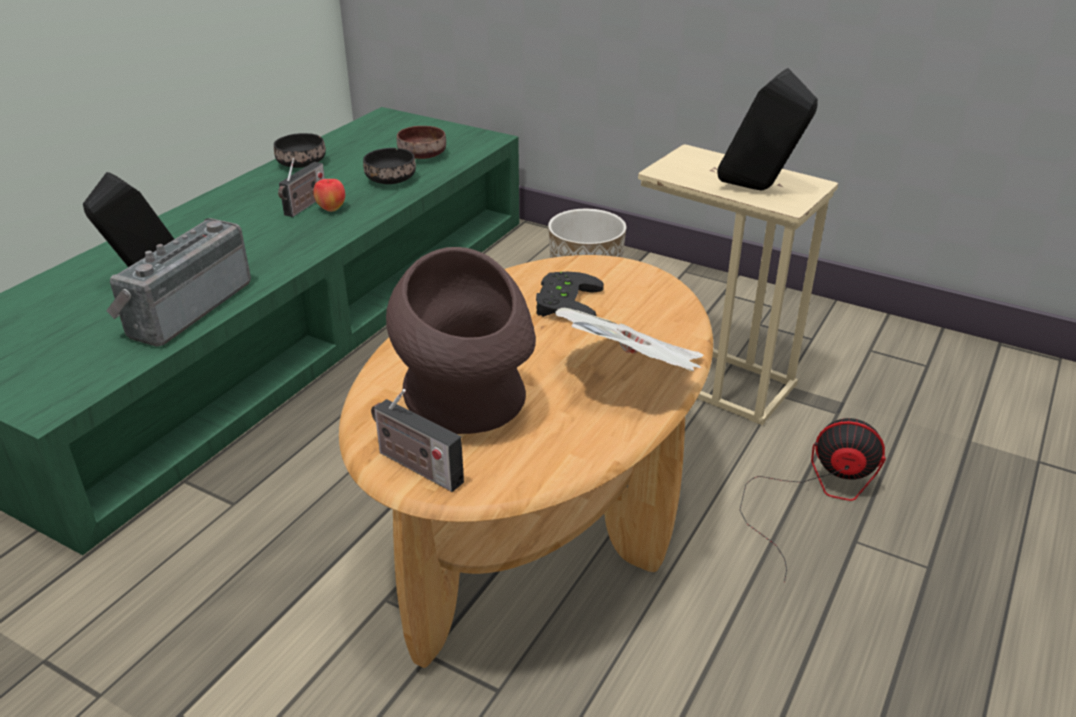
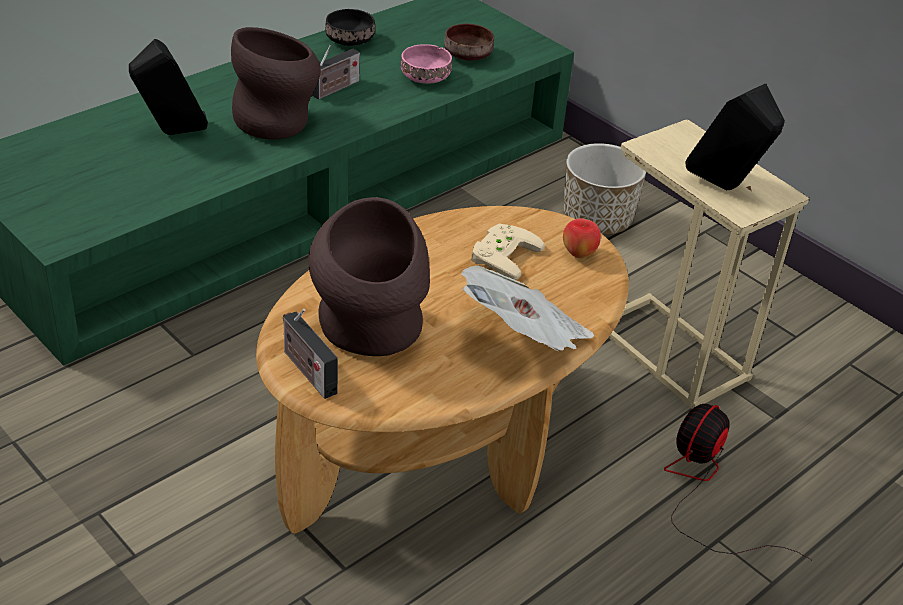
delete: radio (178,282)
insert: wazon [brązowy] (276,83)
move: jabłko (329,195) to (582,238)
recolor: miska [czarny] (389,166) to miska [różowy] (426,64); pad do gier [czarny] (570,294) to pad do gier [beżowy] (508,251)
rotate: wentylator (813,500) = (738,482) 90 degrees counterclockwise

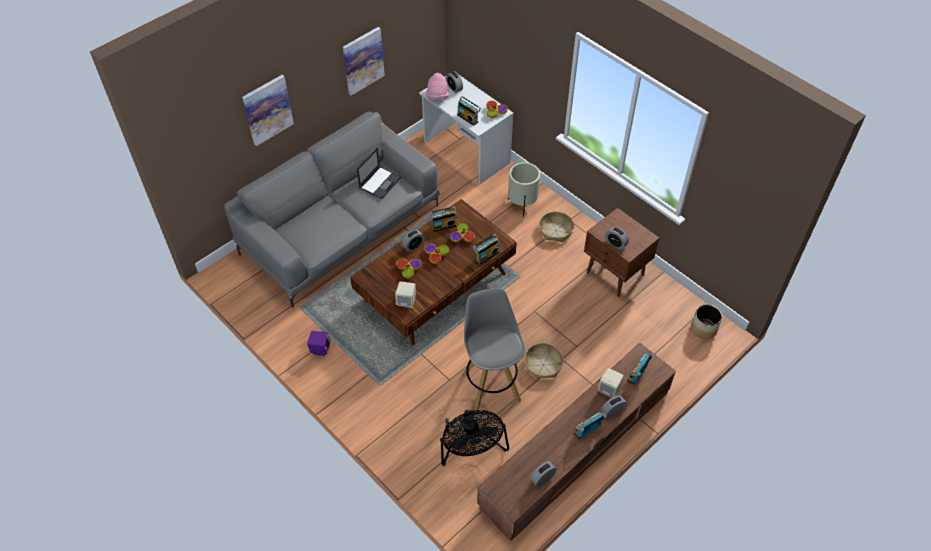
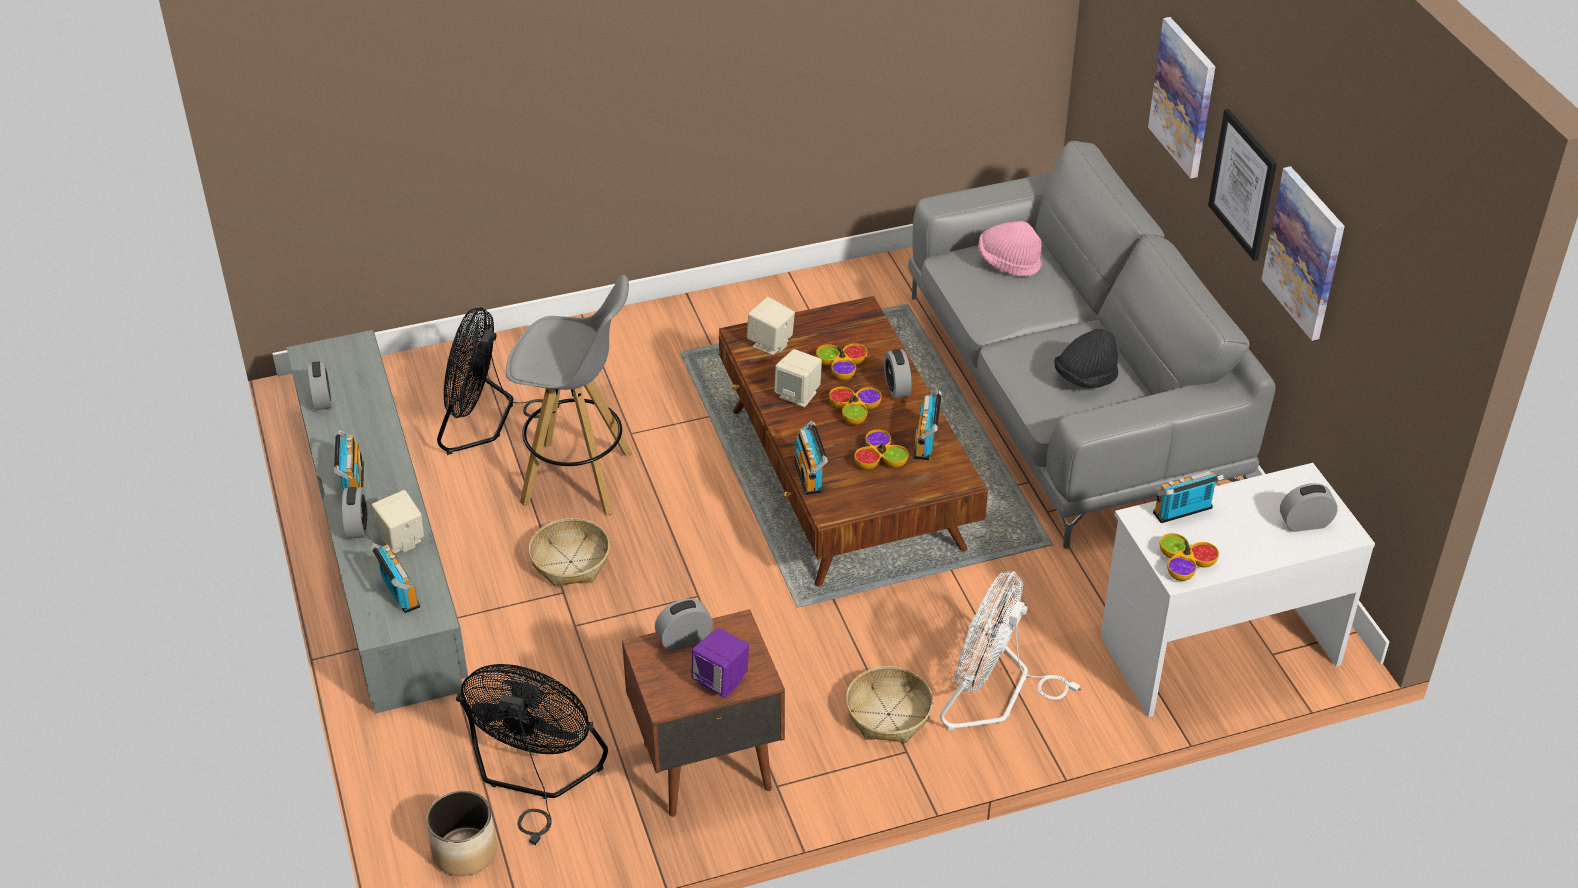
insert: obraz (1242,185); głośnik [beżowy] (798,378); wentylator [czarny] (532,754)
move: kapelusz [różowy] (437,86) to (1010,249); głośnik [fioletowy] (319,343) to (720,663)
replace: laptop (379,173) to kapelusz [czarny] (1086,358); donica [beżowy] (524,189) to wentylator [biały] (1010,651)
recolor: szafka pod telewizor [brązowy] (576,442) to szafka pod telewizor [szary] (377,522)

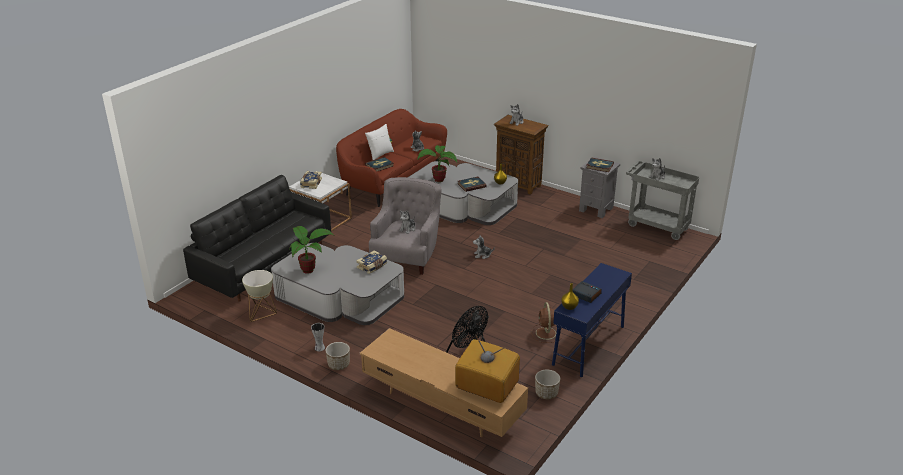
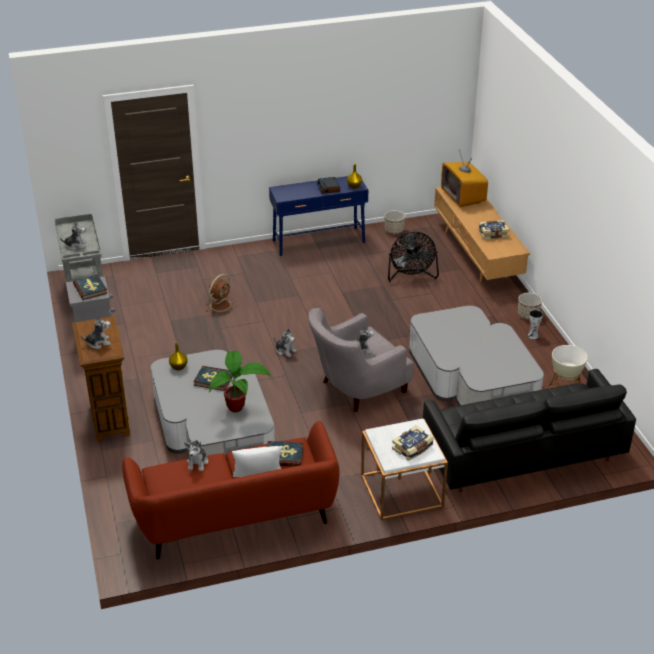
delete: roślina doniczkowa (311,250)
move: książka (371,262) to (494,230); wentylator [brązowy] (546,322) to (221,294)

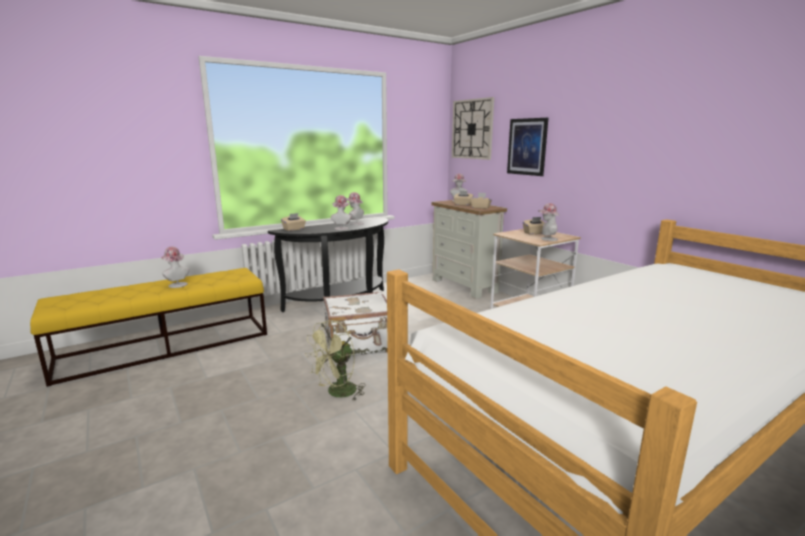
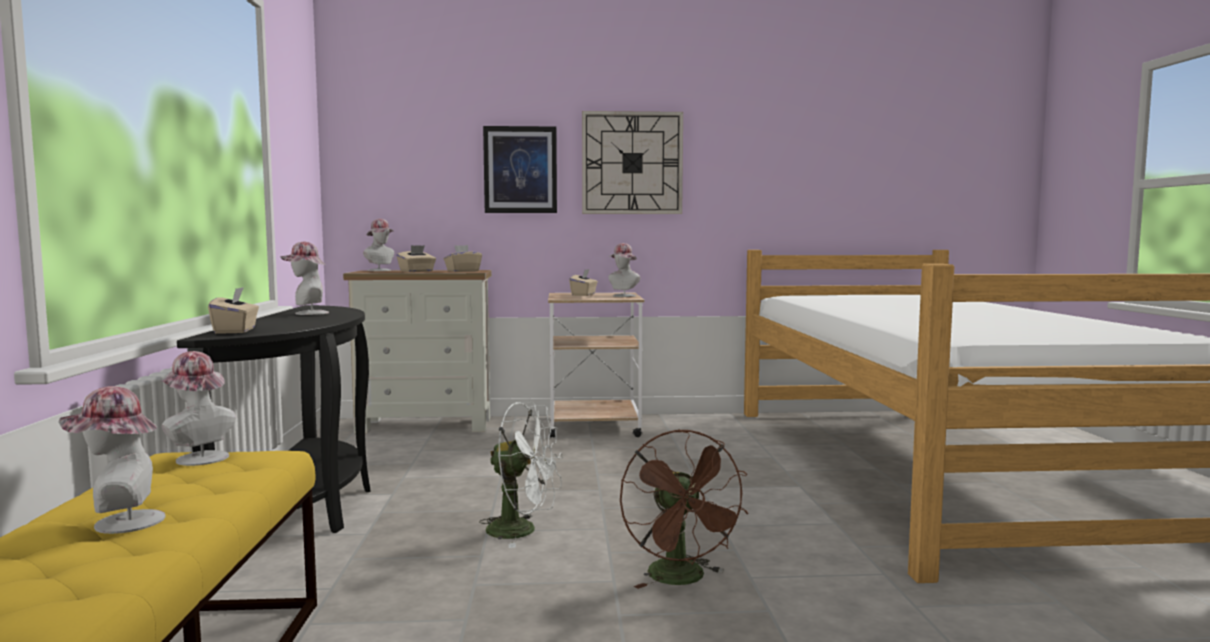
move: zegar ścienny (473,128) to (632,162); kapelusz (341,212) to (198,408)
replace: walizka [biały] (355,323) to wentylator [biały] (521,475)
recolor: wentylator [zielony] (335,360) to wentylator [brązowy] (684,509)

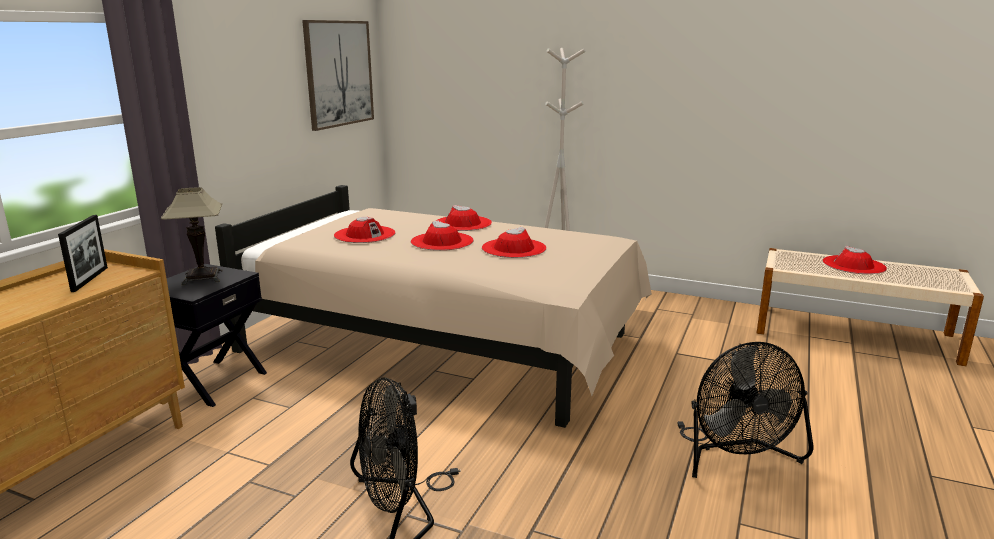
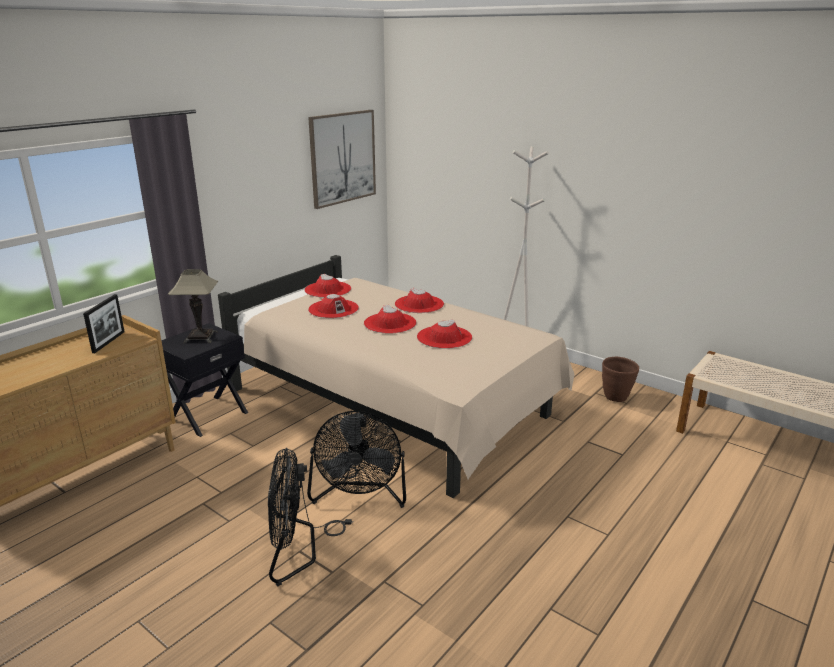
insert: donica [brązowy] (620,379)
move: kapelusz [czerwony] (854,260) to (327,286); wentylator [czarny] (745,410) to (356,459)

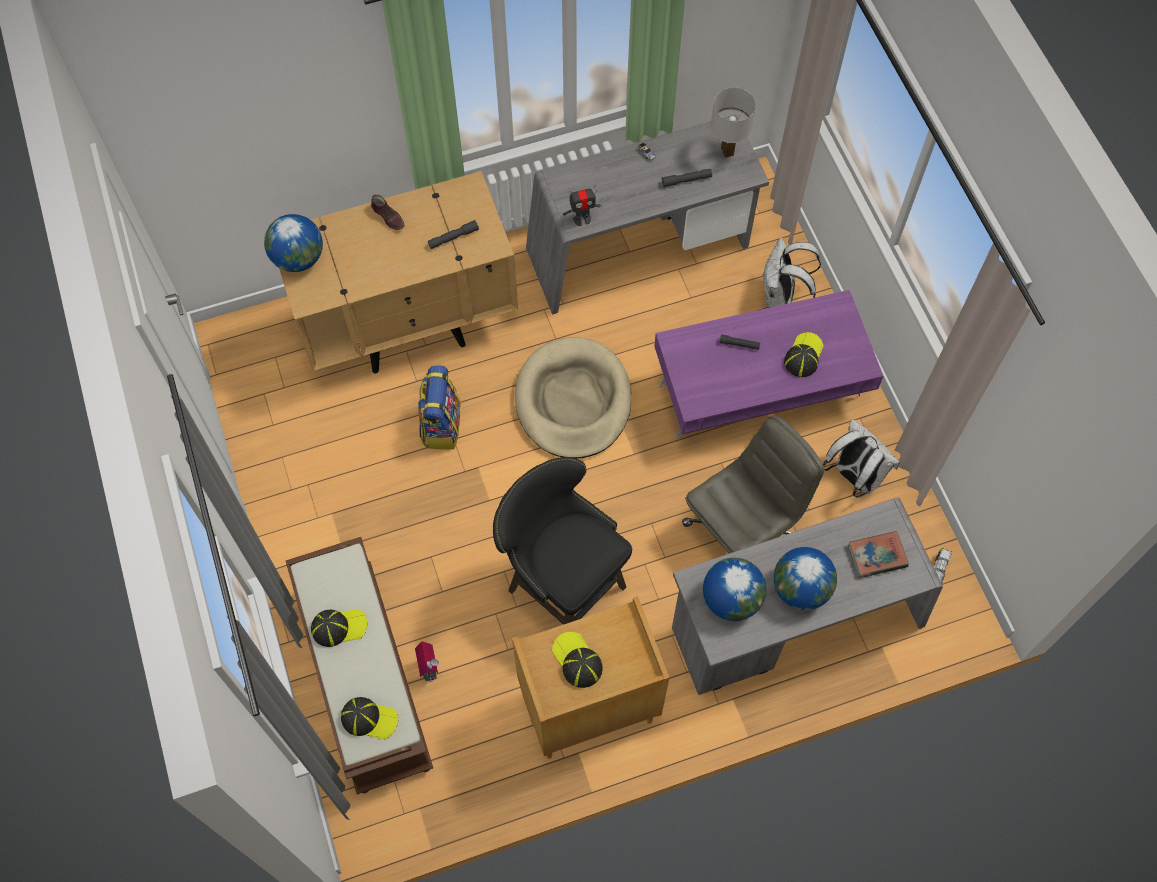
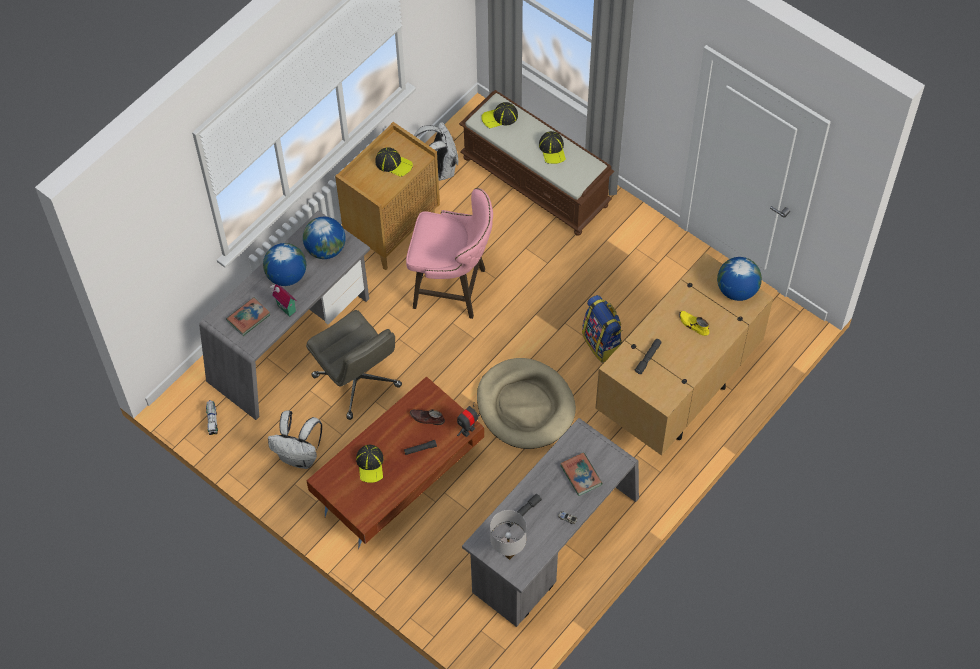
insert: but [żółty] (694,323); książka (581,474)
move: robot zabawkowy (582,206) to (468,419); but [brązowy] (388,212) to (427,417); plecak [biały] (791,272) to (436,151); domek (427,661) to (283,299)
recolor: ława [fioletowy] (768,364) to ława [brązowy] (395,463); stołek [czarny] (562,541) to stołek [różowy] (449,253)
rotate: krzesło biurowe [szary] (753,484) = (354,365) 60 degrees counterclockwise; czapka z daszkiem (339,628) = (552,147) 60 degrees counterclockwise

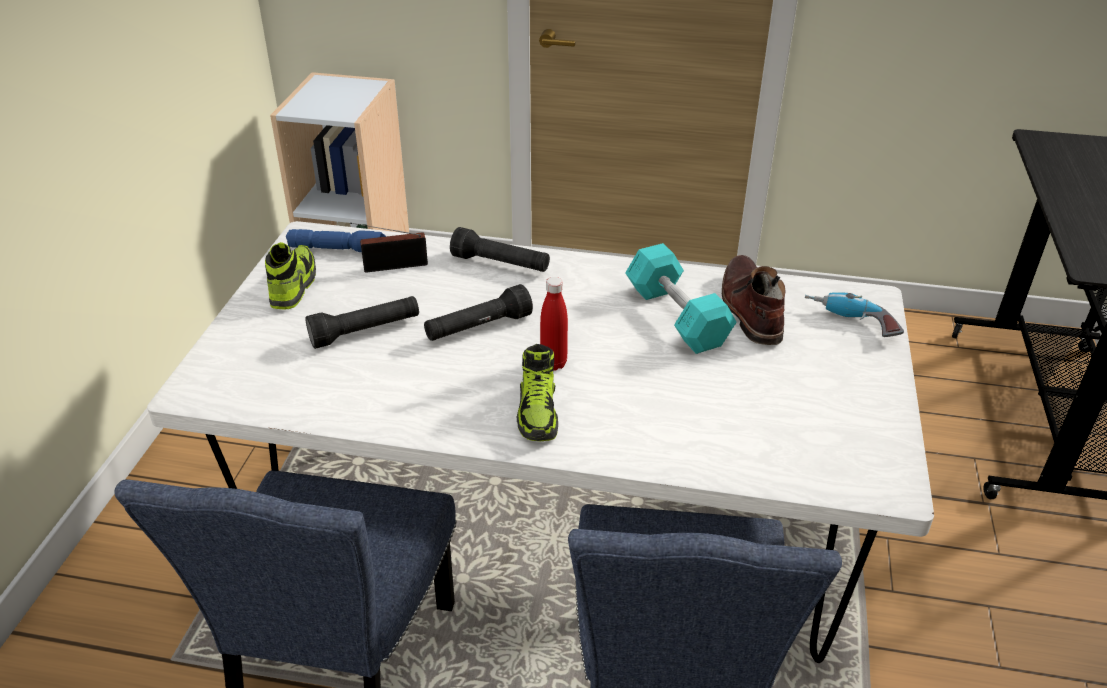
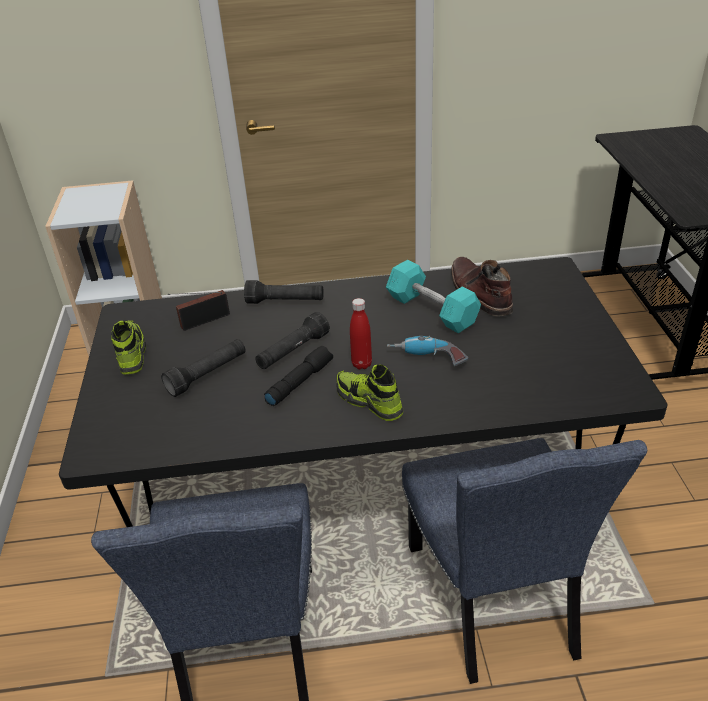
delete: latarka [niebieski] (336,240)
insert: latarka [czarny] (298,376)
move: wiertarka (854,314) to (428,351)
recolor: stół jadalny [biały] (540,442) to stół jadalny [czarny] (363,392)
rotate: but (537,392) = (369,392) 150 degrees clockwise

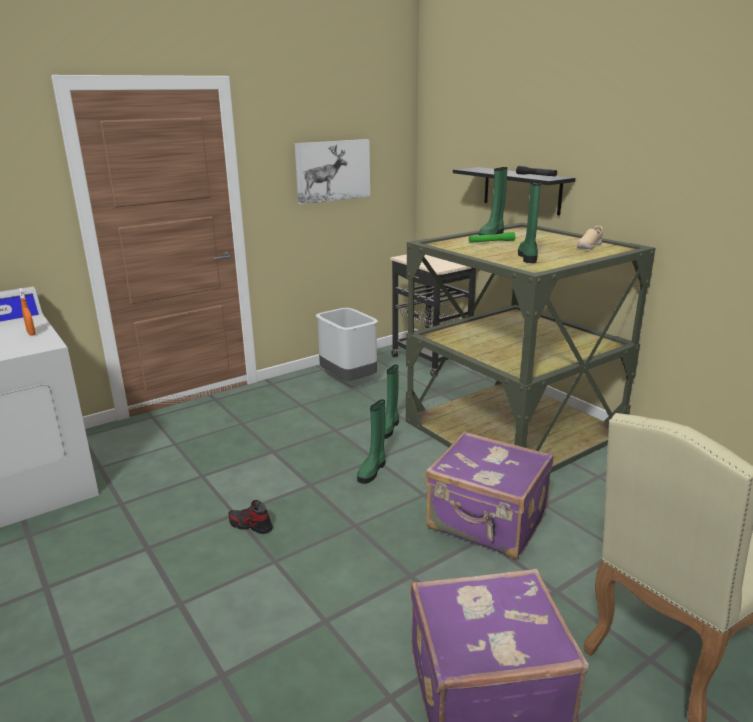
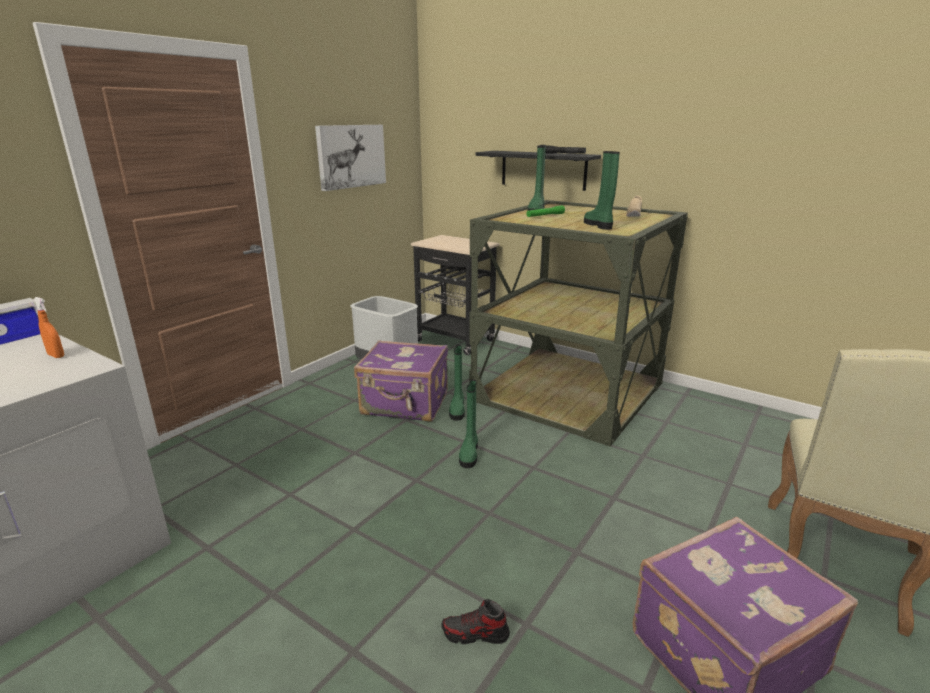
move: walizka [fioletowy] (489,495) to (401,381); but (250,517) to (475,621)

